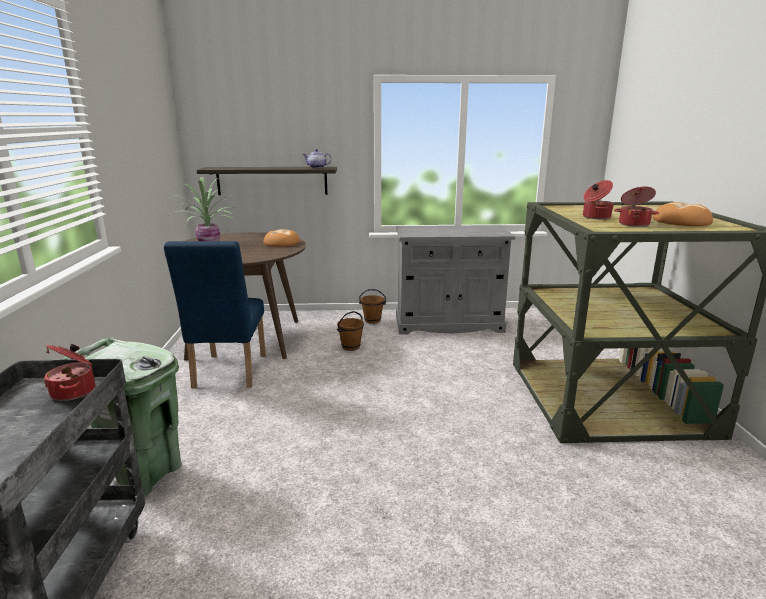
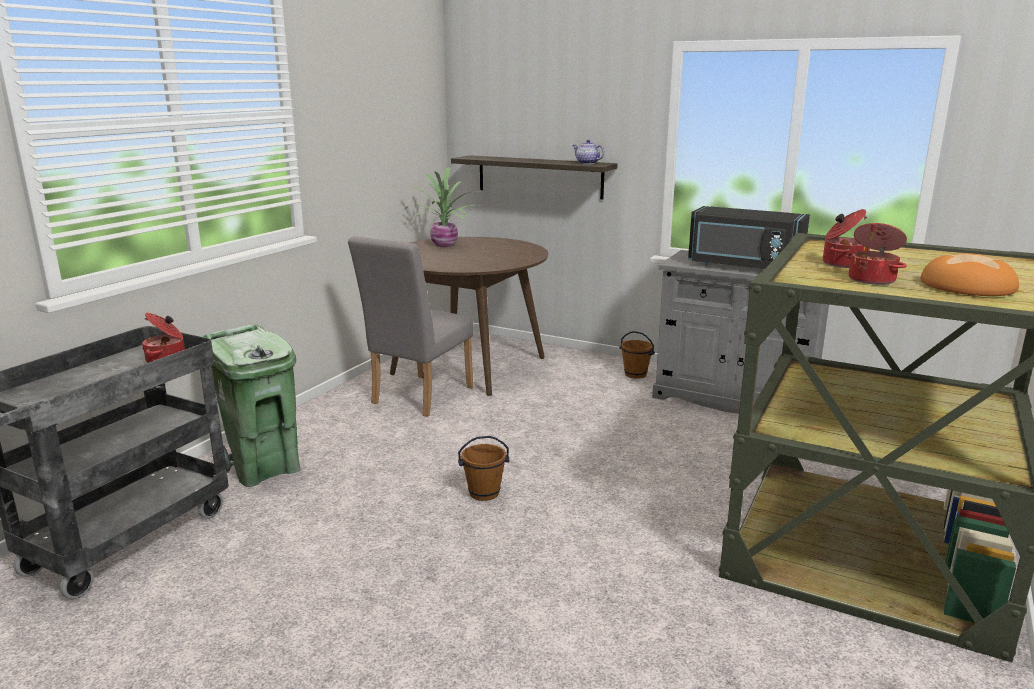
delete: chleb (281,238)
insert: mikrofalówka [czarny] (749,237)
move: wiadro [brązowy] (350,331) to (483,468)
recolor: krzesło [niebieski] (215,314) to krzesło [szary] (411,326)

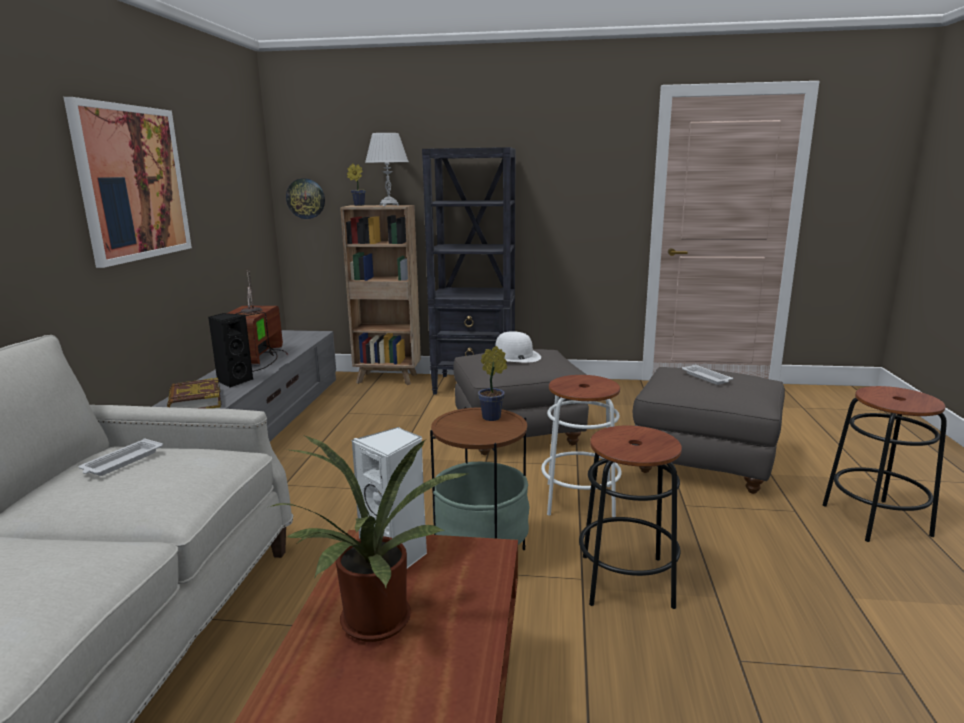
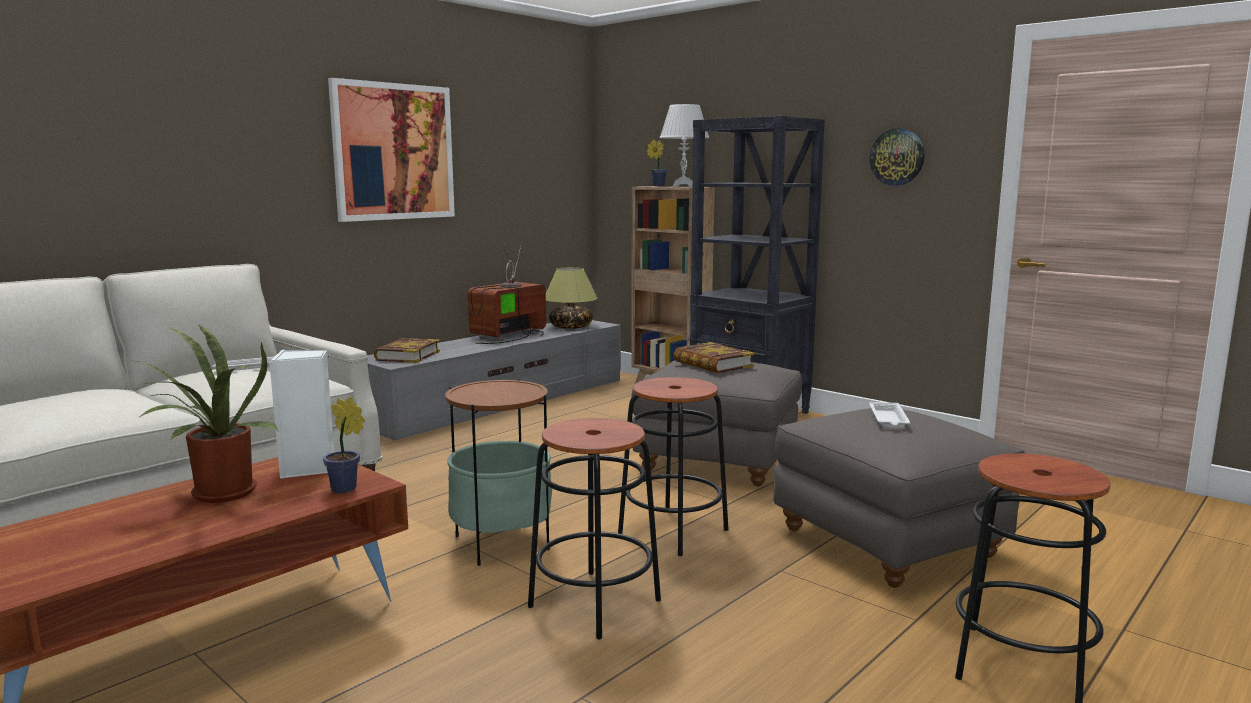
delete: głośnik [czarny] (230,350)
insert: lampa stołowa (572,298)
move: zegar ścienny (305,198) to (897,157); roślina doniczkowa (492,383) to (344,445)
replace: kapelusz [biały] (518,347) to książka (714,357)
recolor: stołek [biały] (581,446) to stołek [czarny] (673,466)

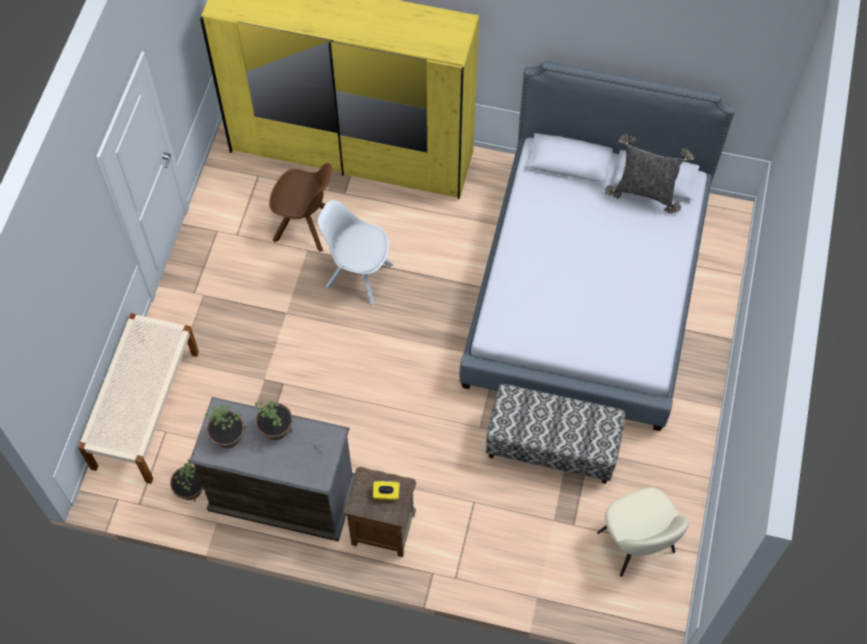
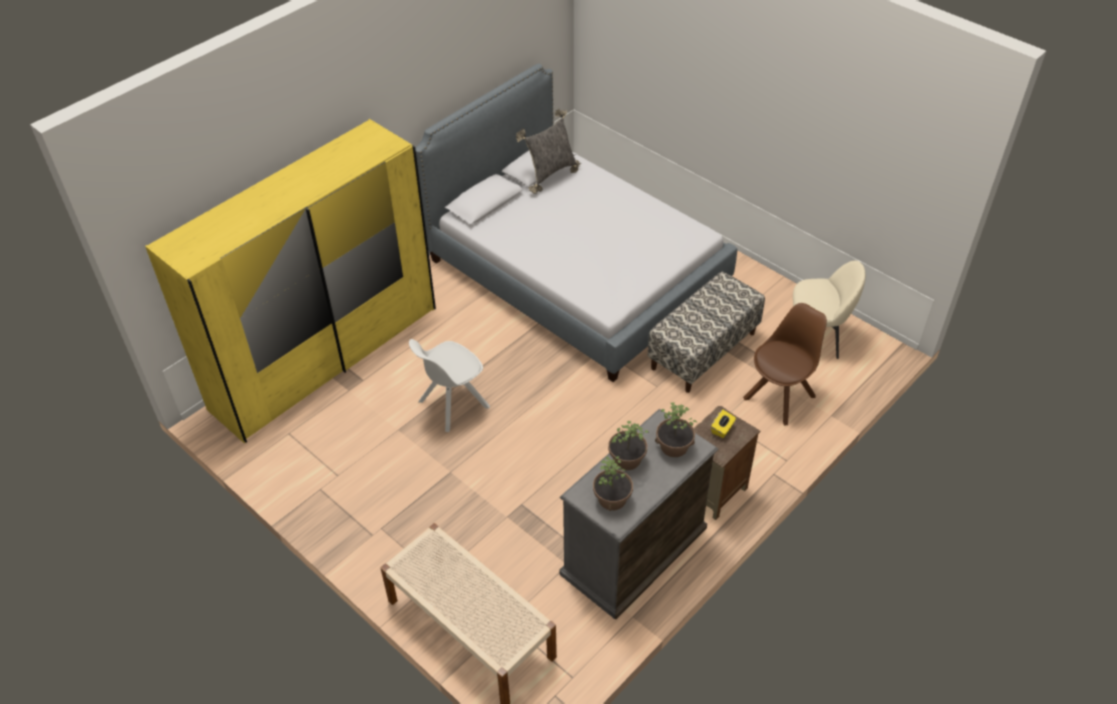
move: krzesło [brązowy] (301,207) to (785,364); roślina doniczkowa (186,480) to (676,429)

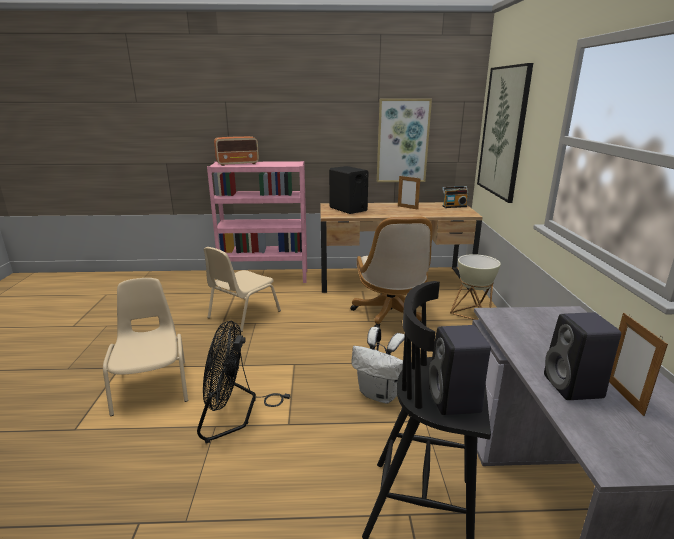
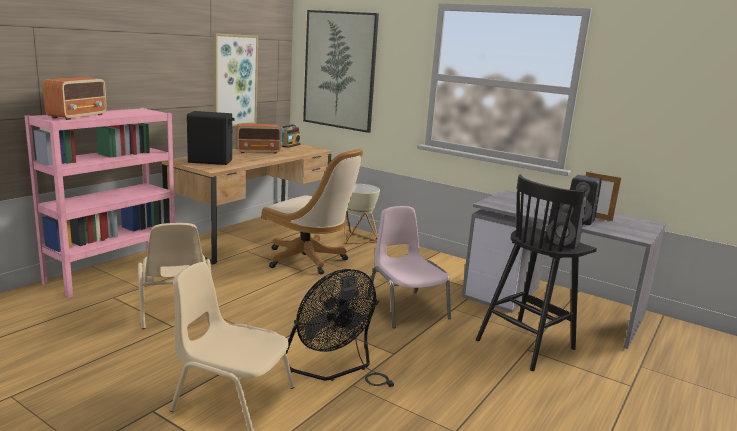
replace: ramka na zdjęcie (409,193) to radio (258,139); plecak [biały] (378,365) to krzesło [różowy] (408,267)
rotate: wentylator [czarny] (244,382) = (340,328) 105 degrees clockwise

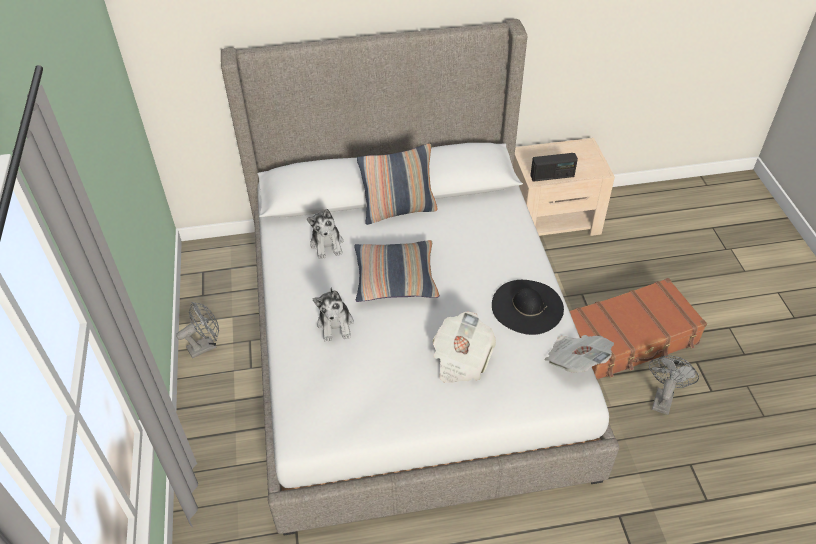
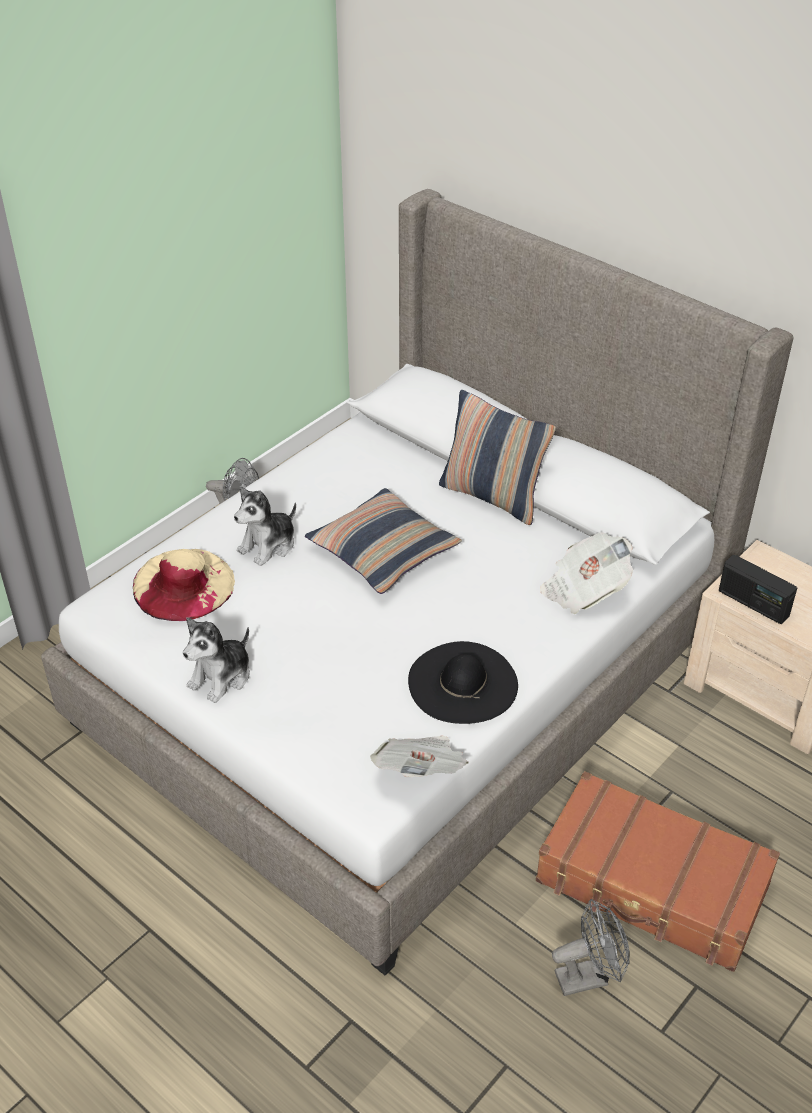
insert: kapelusz [beżowy] (184,585)
move: pluszak (325,234) to (216,660); gazeta (464,347) to (586,573)

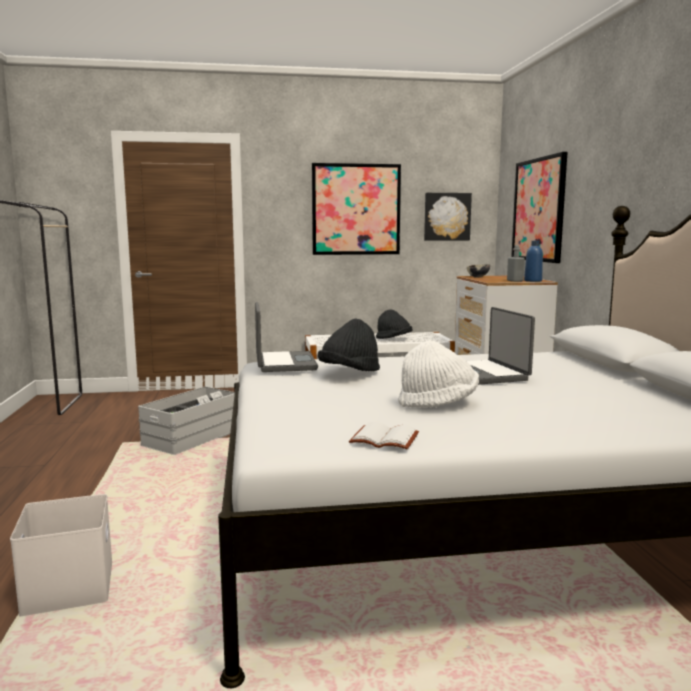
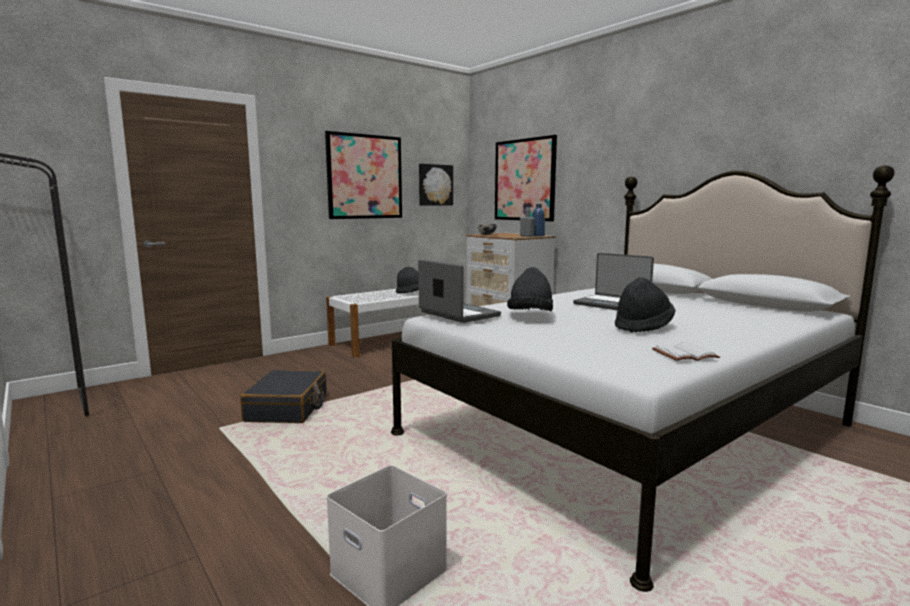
replace: pojemnik do przechowywania [szary] (186,421) to walizka [czarny] (283,396)
recolor: kapelusz [biały] (438,374) to kapelusz [czarny] (645,305)

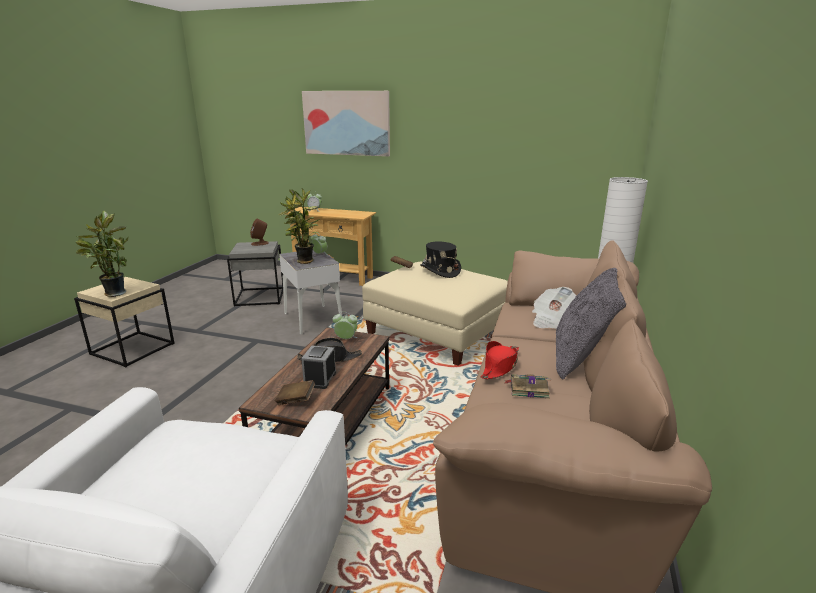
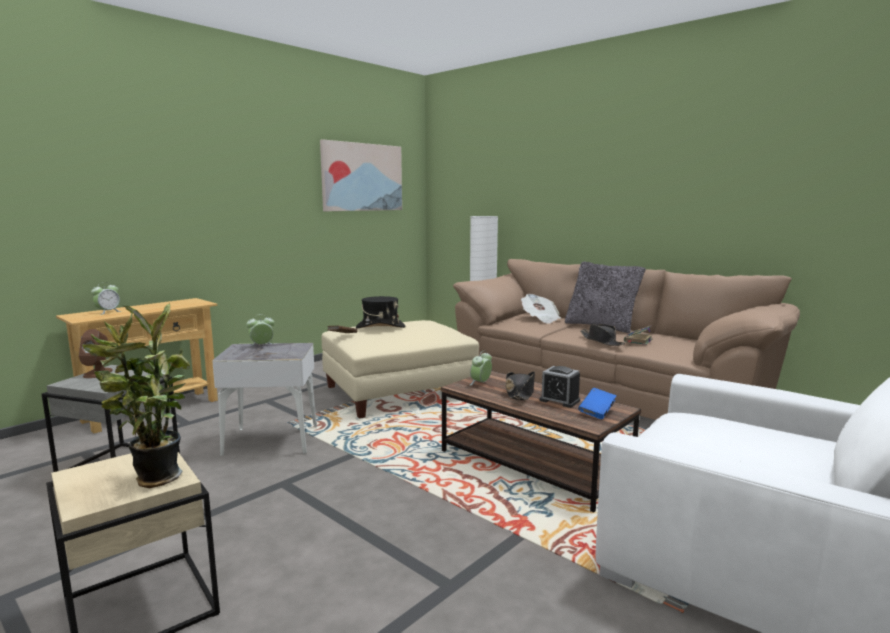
delete: roślina doniczkowa (298,226)
move: obraz (346,123) to (361,175)
recolor: kapelusz [czerwony] (500,360) to kapelusz [czarny] (602,335); książka [brązowy] (295,392) to książka [niebieski] (597,403)

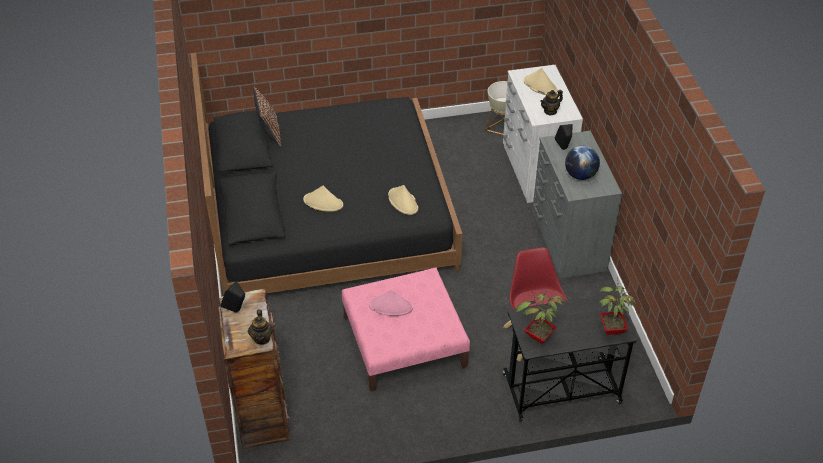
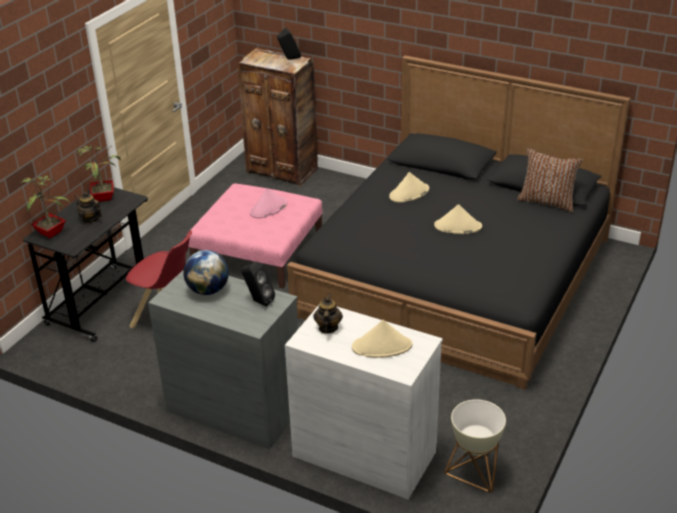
move: kapelusz [beżowy] (403,200) to (458,219); imbryk (260,327) to (88,208)

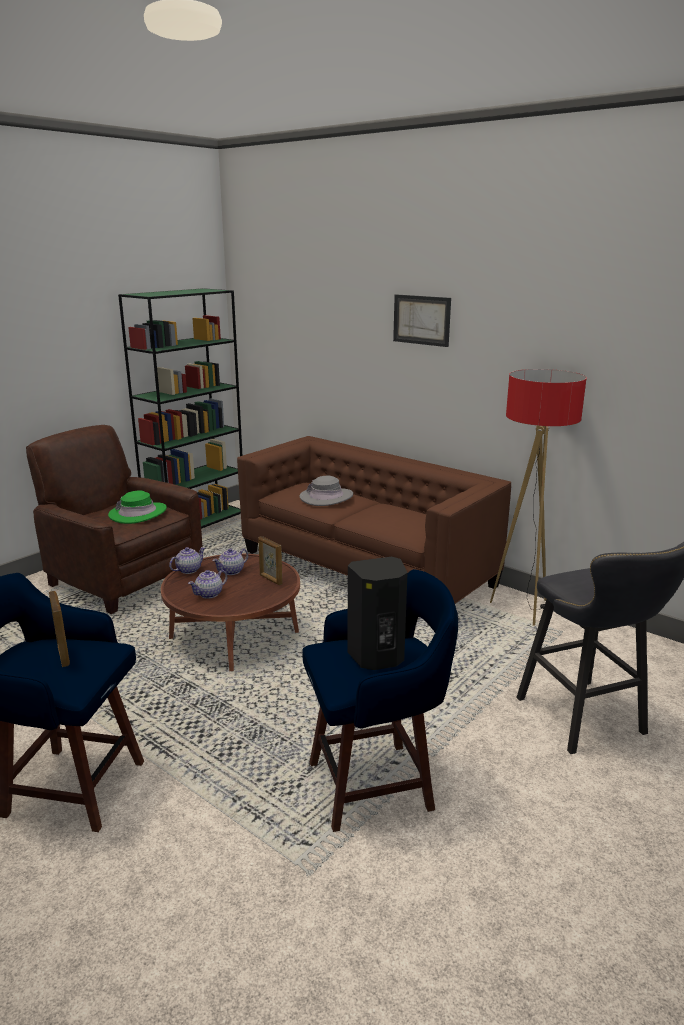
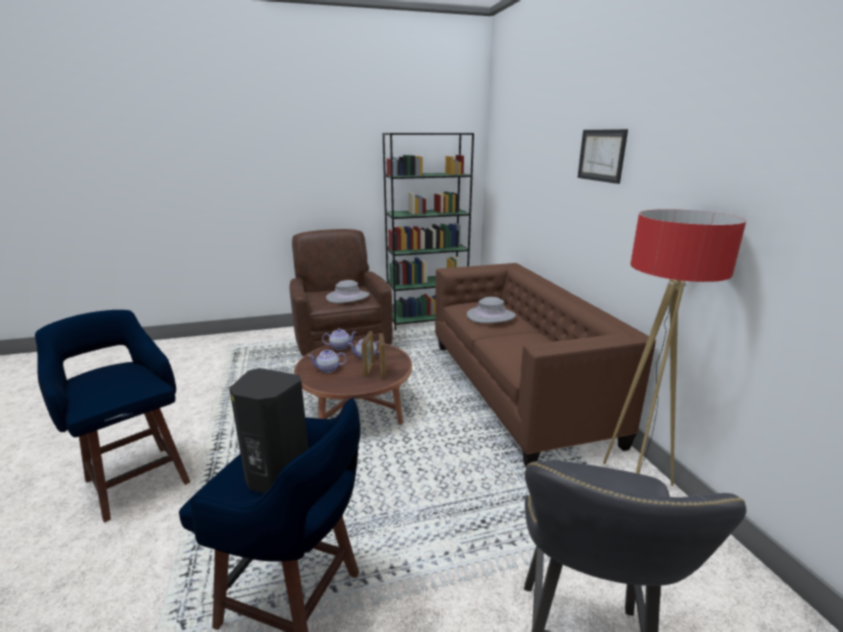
move: ramka na zdjęcie (59,629) to (368,354)
recolor: kapelusz [zielony] (137,507) to kapelusz [szary] (348,291)

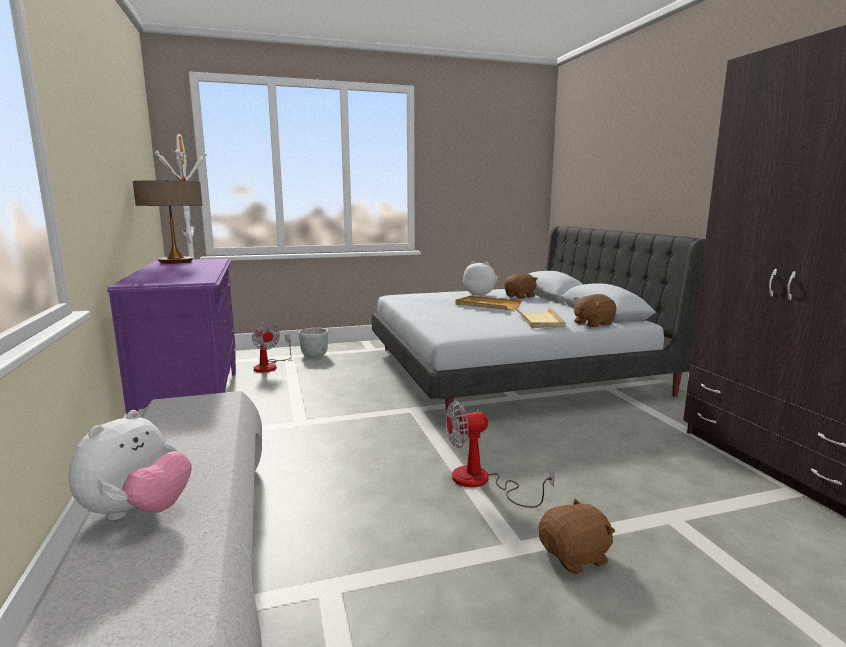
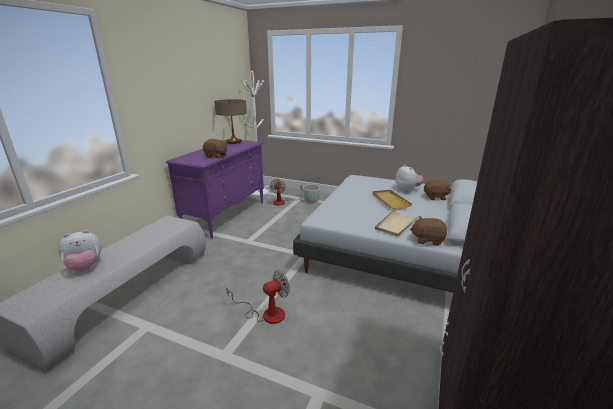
move: pluszak [brązowy] (576,536) to (215,148)
rotate: wentylator (500,454) = (258,297) 120 degrees clockwise

